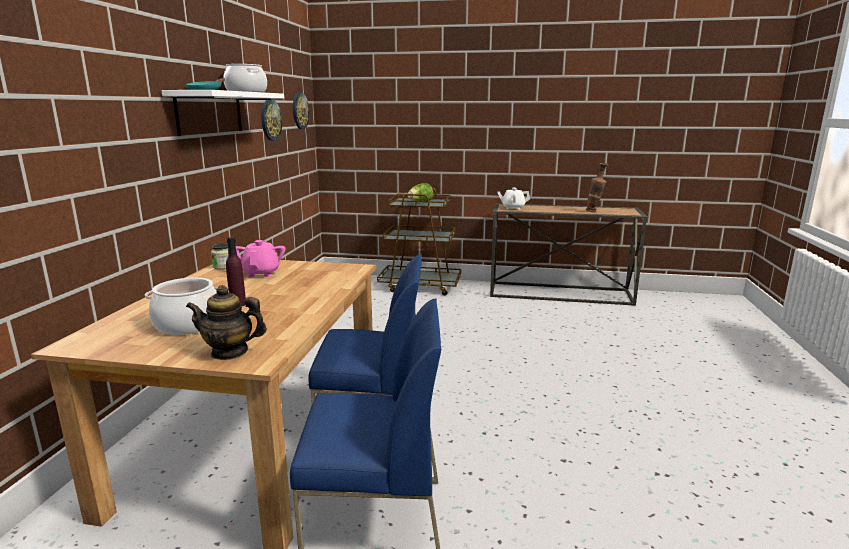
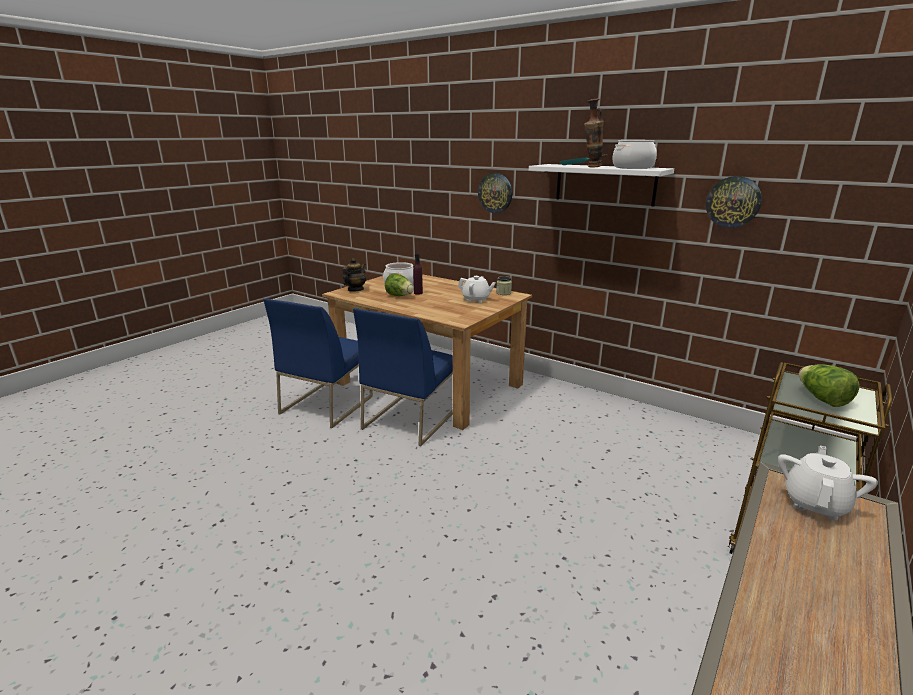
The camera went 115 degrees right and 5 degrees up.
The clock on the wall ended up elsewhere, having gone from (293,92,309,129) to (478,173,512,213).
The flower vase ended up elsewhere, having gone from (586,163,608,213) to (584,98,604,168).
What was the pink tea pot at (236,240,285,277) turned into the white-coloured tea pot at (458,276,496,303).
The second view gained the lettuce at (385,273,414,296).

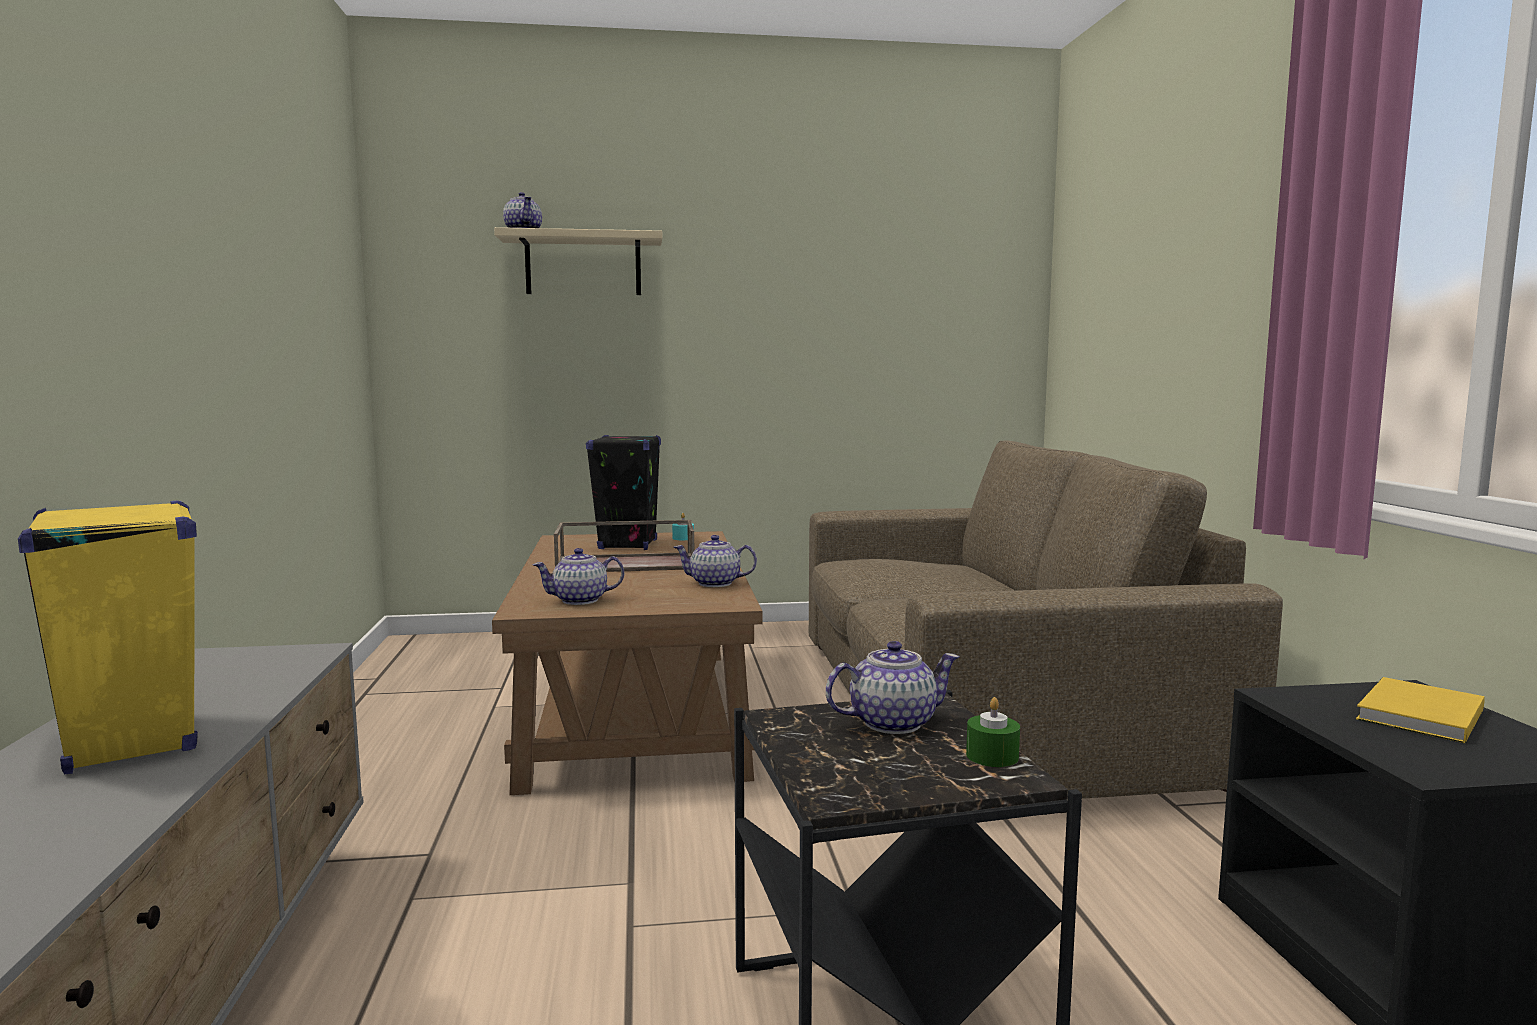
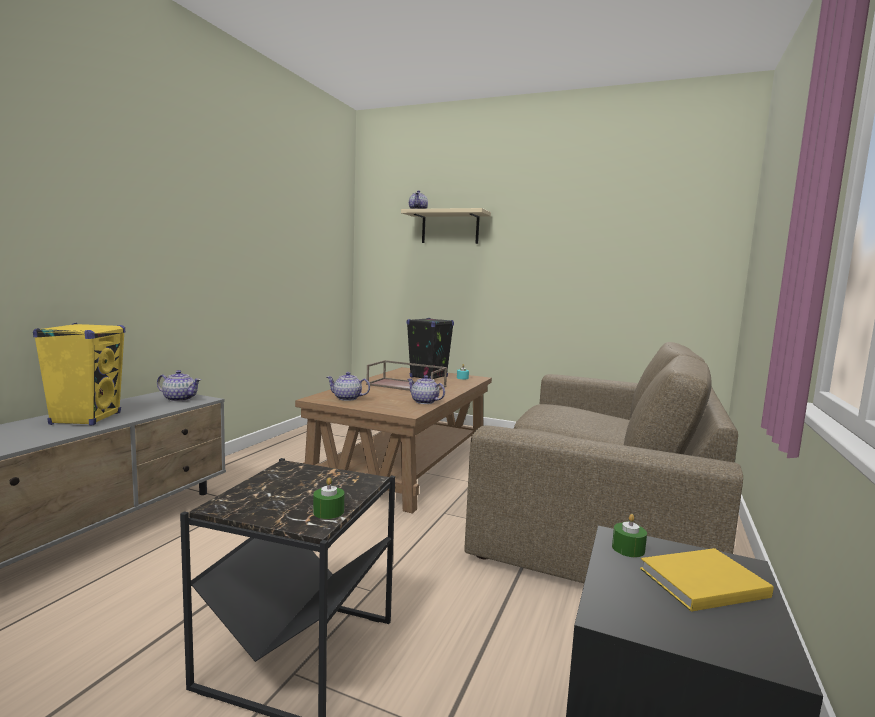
The camera went 30 degrees right and 0 degrees up.
The tea pot ended up elsewhere, having gone from (826,641,960,734) to (157,370,201,402).
The second view gained the greenish wax light at (612,514,647,557).

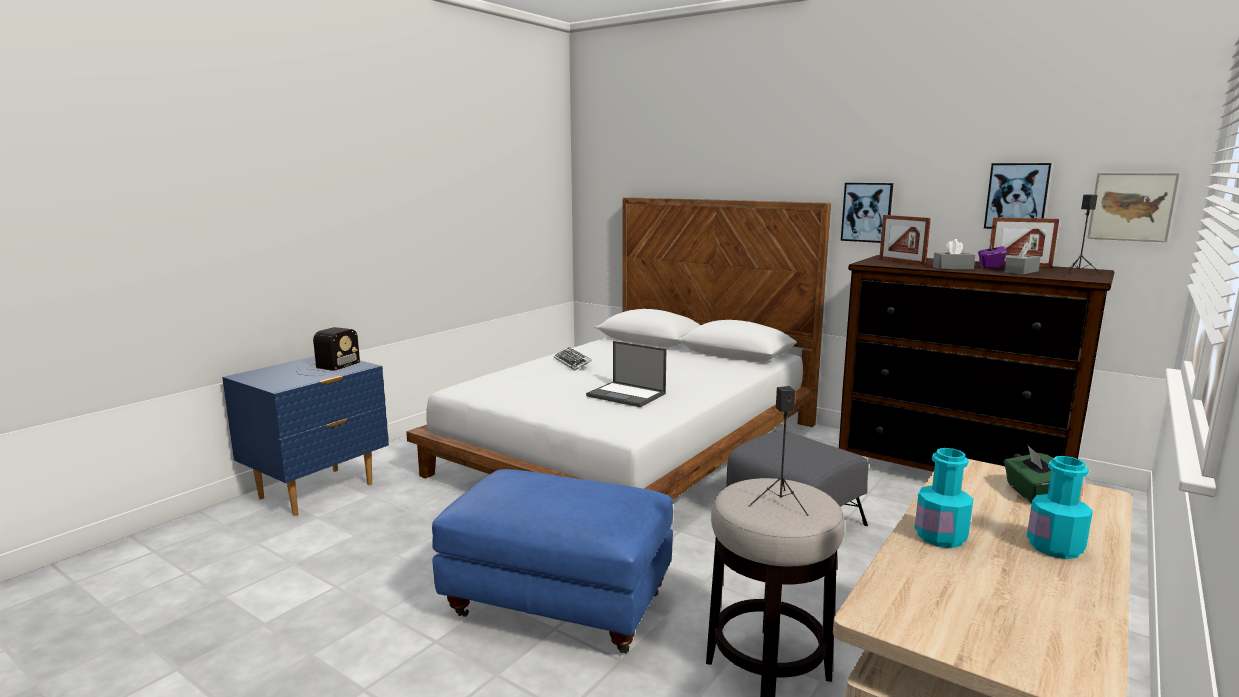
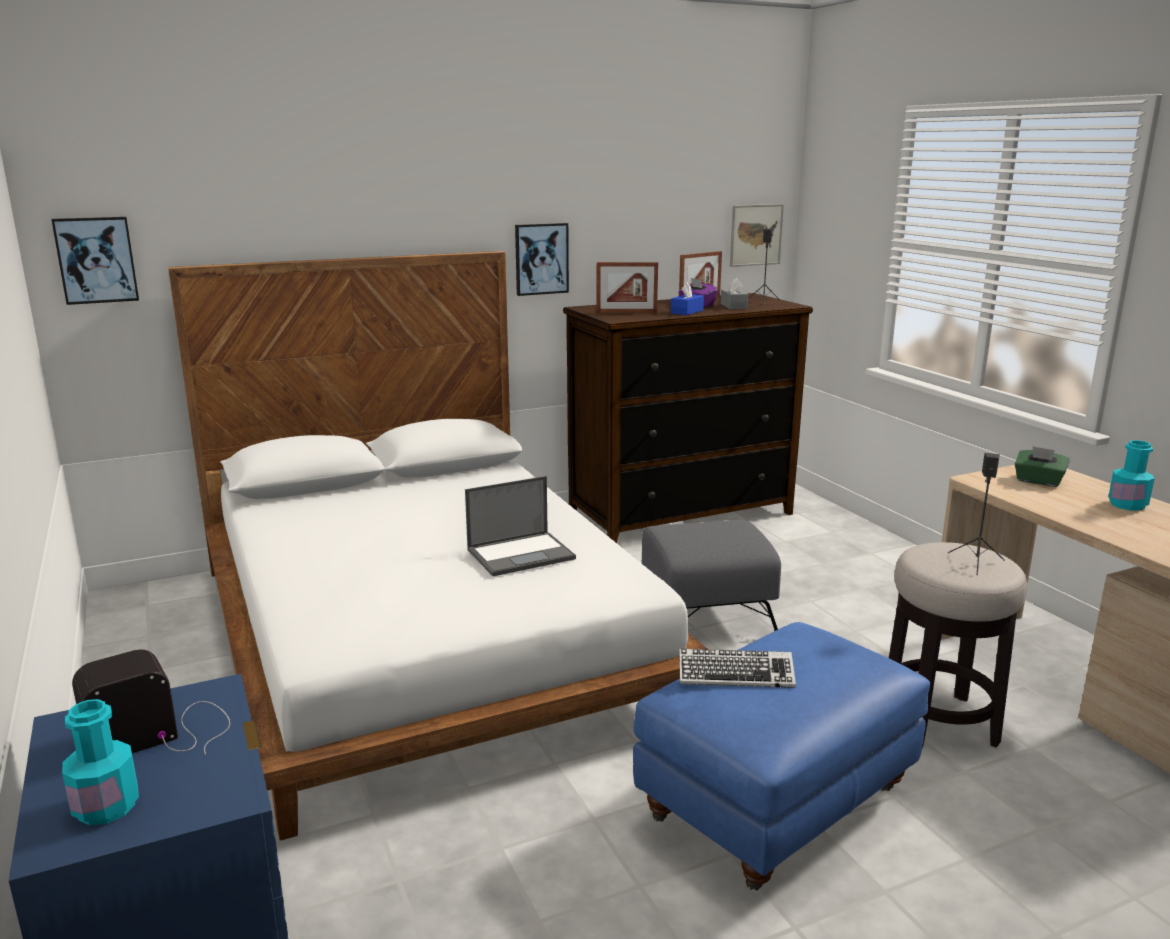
The camera went 60 degrees left and 5 degrees up.
The wall art ended up elsewhere, having gone from (984,163,1052,229) to (51,217,139,305).
What was the gray box of tissues at (933,239,975,270) turned into the blue-coloured box of tissues at (671,282,704,315).
The radio set at (296,327,360,376) ended up facing another way, 90 degrees counterclockwise from before.
The computer keyboard ended up elsewhere, having gone from (554,347,592,370) to (679,649,796,688).
The turquoise beverage bottle ended up elsewhere, having gone from (915,448,973,548) to (62,699,139,825).

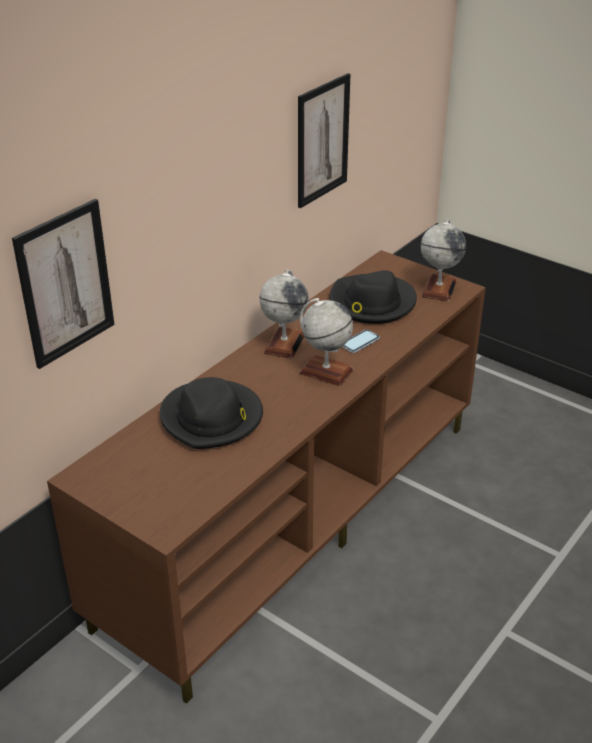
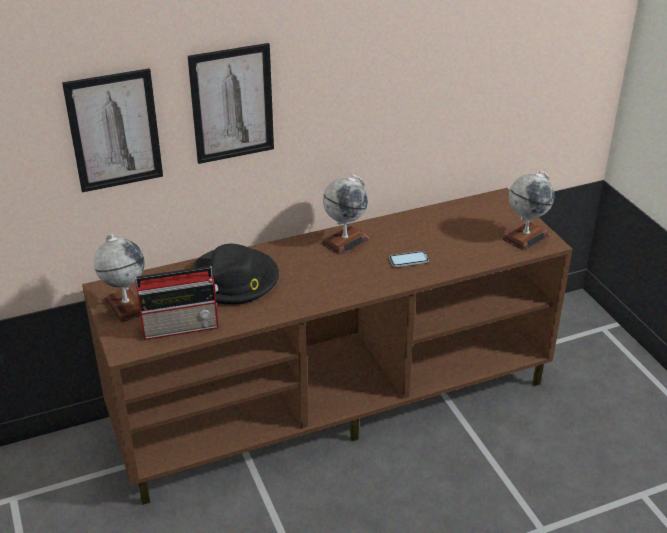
The camera went 30 degrees right and 0 degrees up.
The wall art ended up elsewhere, having gone from (298,73,350,208) to (188,43,274,164).
The second view lost the blackish wearable hat at (329,270,417,324).
The globe ended up elsewhere, having gone from (299,298,354,386) to (94,234,145,323).
The second view gained the radio set at (135,266,219,340).

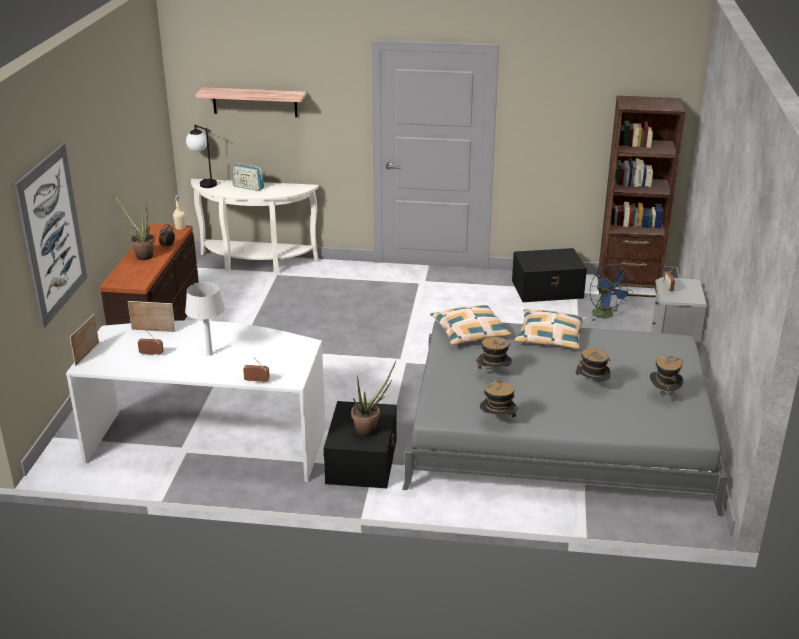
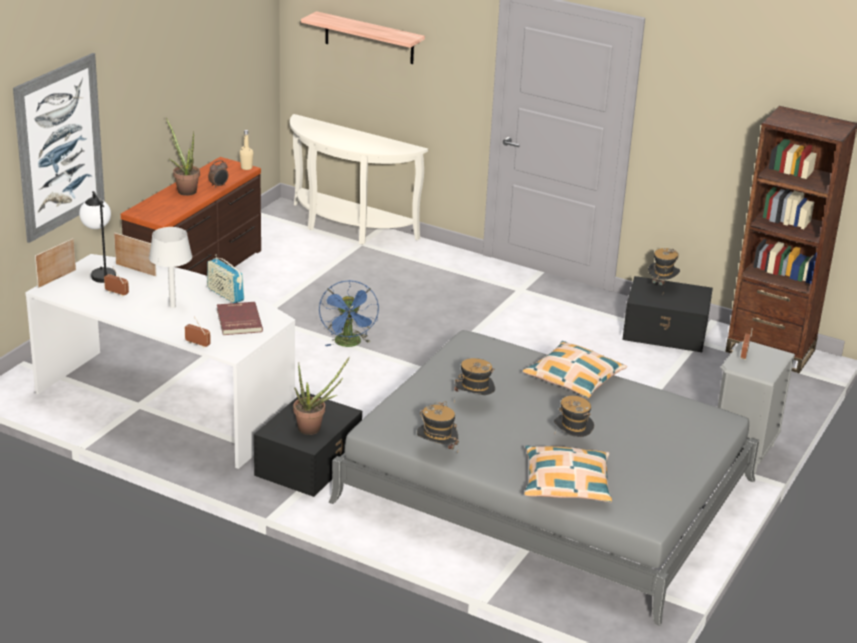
The camera went 20 degrees right and 0 degrees up.
The table lamp ended up elsewhere, having gone from (186,125,217,188) to (79,191,116,283).
The radio set ended up elsewhere, having gone from (233,161,264,191) to (207,255,244,303).
The blue-coloured fan ended up elsewhere, having gone from (590,264,632,321) to (319,280,379,347).
The cushion ended up elsewhere, having gone from (430,305,511,345) to (524,446,612,503).
The wearable hat ended up elsewhere, having gone from (650,356,683,404) to (648,248,680,286).
The second view gained the red bound book at (217,302,263,335).

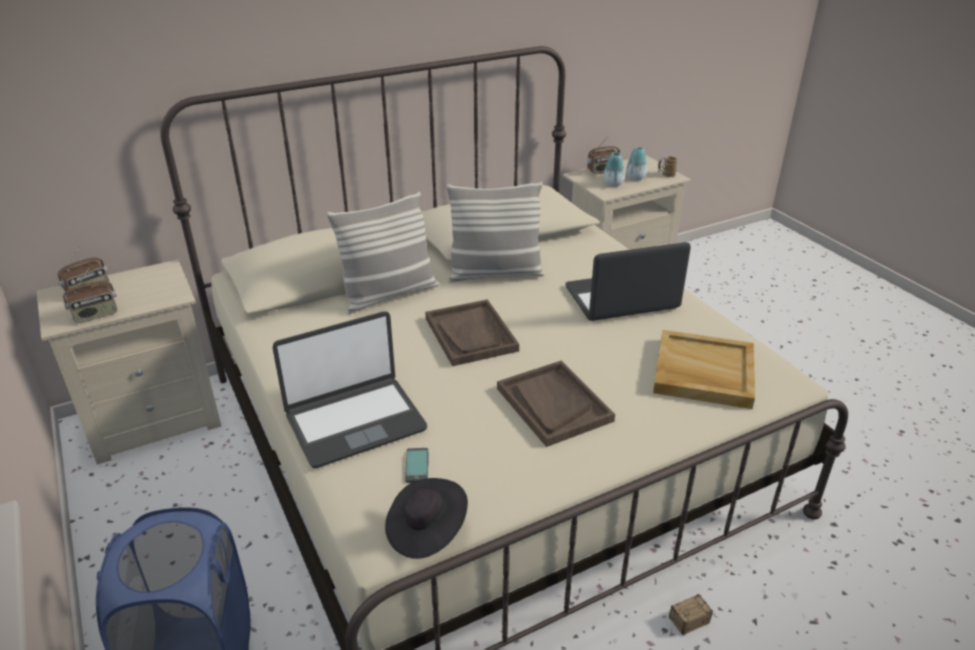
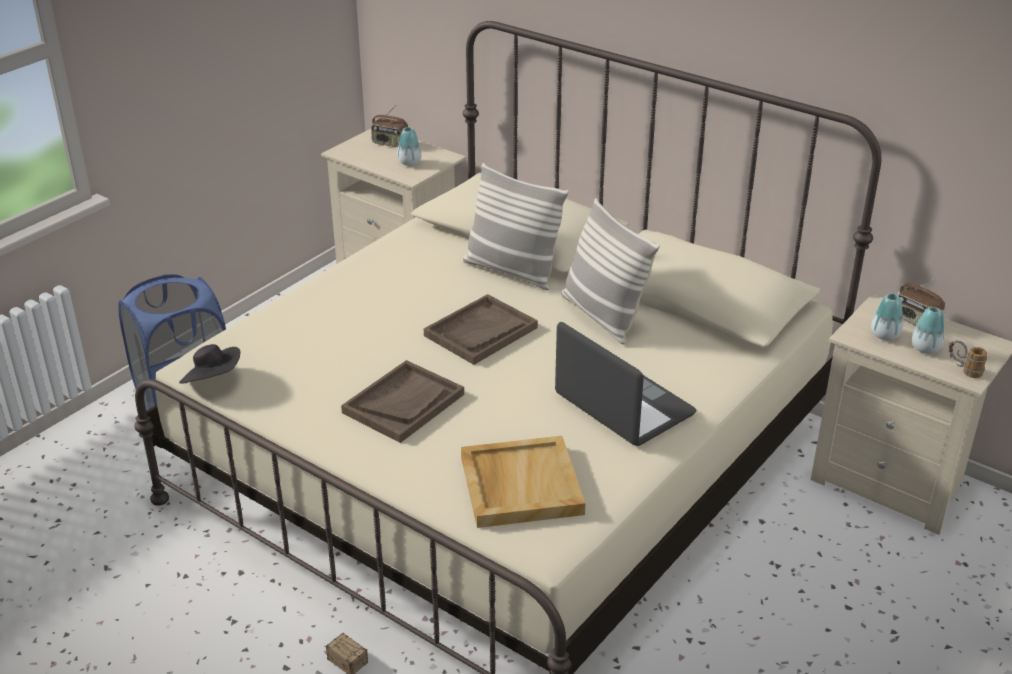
The camera went 65 degrees right and 0 degrees up.
The second view lost the radio set at (63,268,117,323).
The second view lost the laptop at (273,311,427,468).
The second view lost the phone at (405,448,429,483).
The second view gained the flower vase at (397,127,422,166).

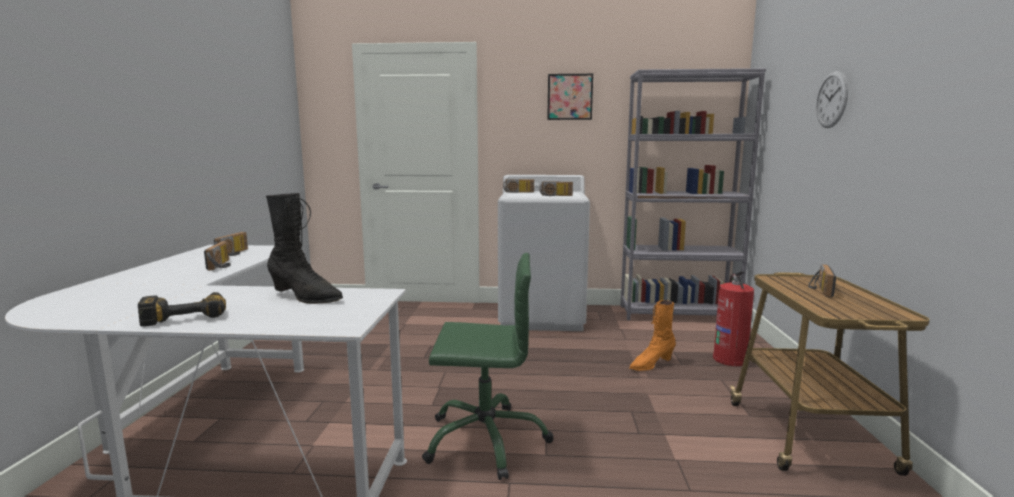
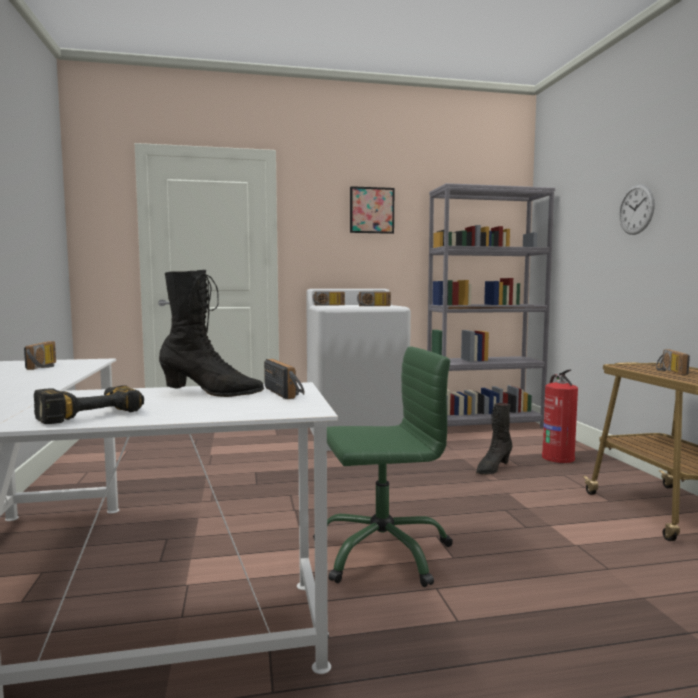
The camera went 15 degrees left and 5 degrees down.
The radio set ended up elsewhere, having gone from (204,241,231,270) to (264,359,304,399).
What was the orange-coloured high-top boot at (629,300,676,371) turned into the blackish high-top boot at (476,403,512,475).

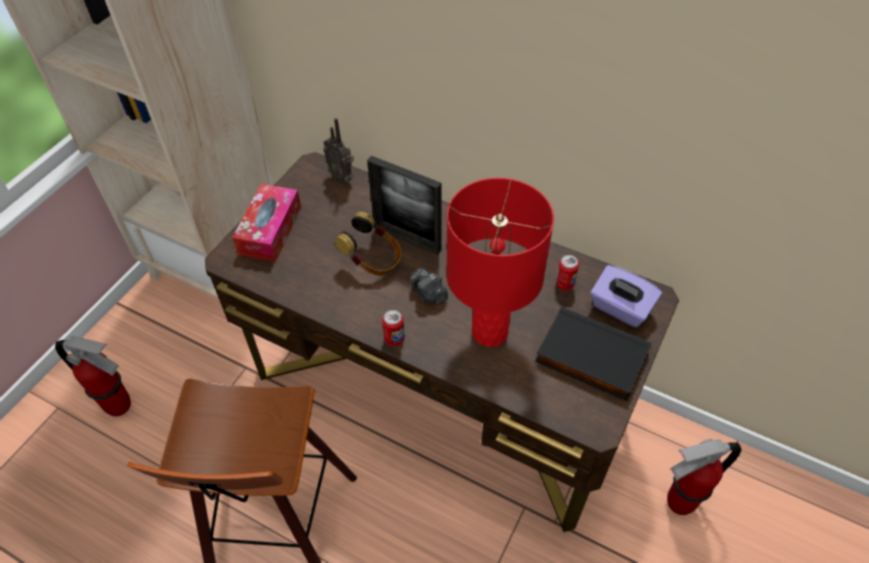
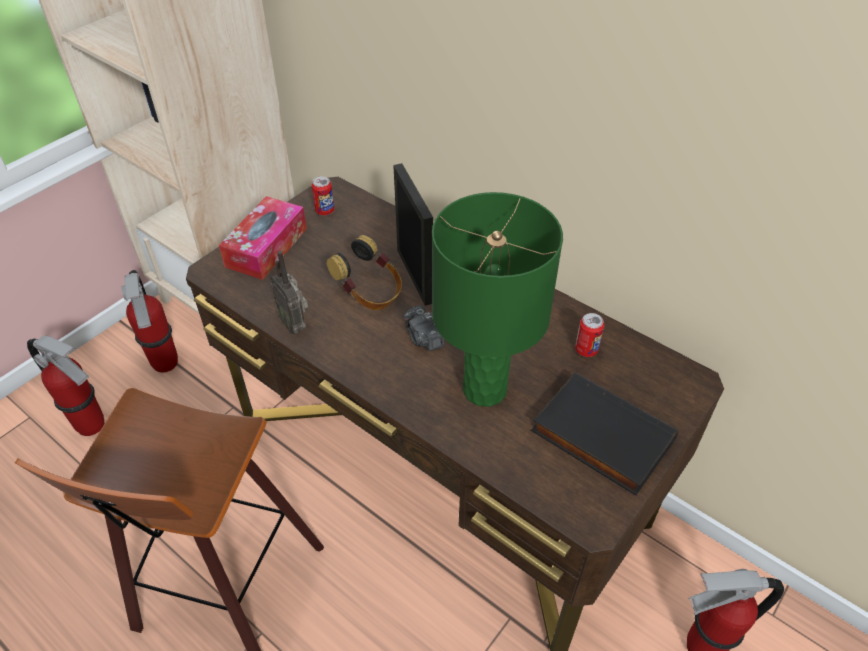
The camera went 10 degrees right and 5 degrees down.
The radio set ended up elsewhere, having gone from (323,118,354,184) to (270,251,308,334).
The photo frame at (367,156,442,255) ended up facing another way, 150 degrees counterclockwise from before.
What was the red table lamp at (446,178,554,347) turned into the greenish table lamp at (432,192,563,407).
The second view lost the purple-coloured box of tissues at (590,265,662,327).
The can ended up elsewhere, having gone from (382,310,405,346) to (312,177,334,215).
The second view gained the extinguisher at (121,270,178,373).

